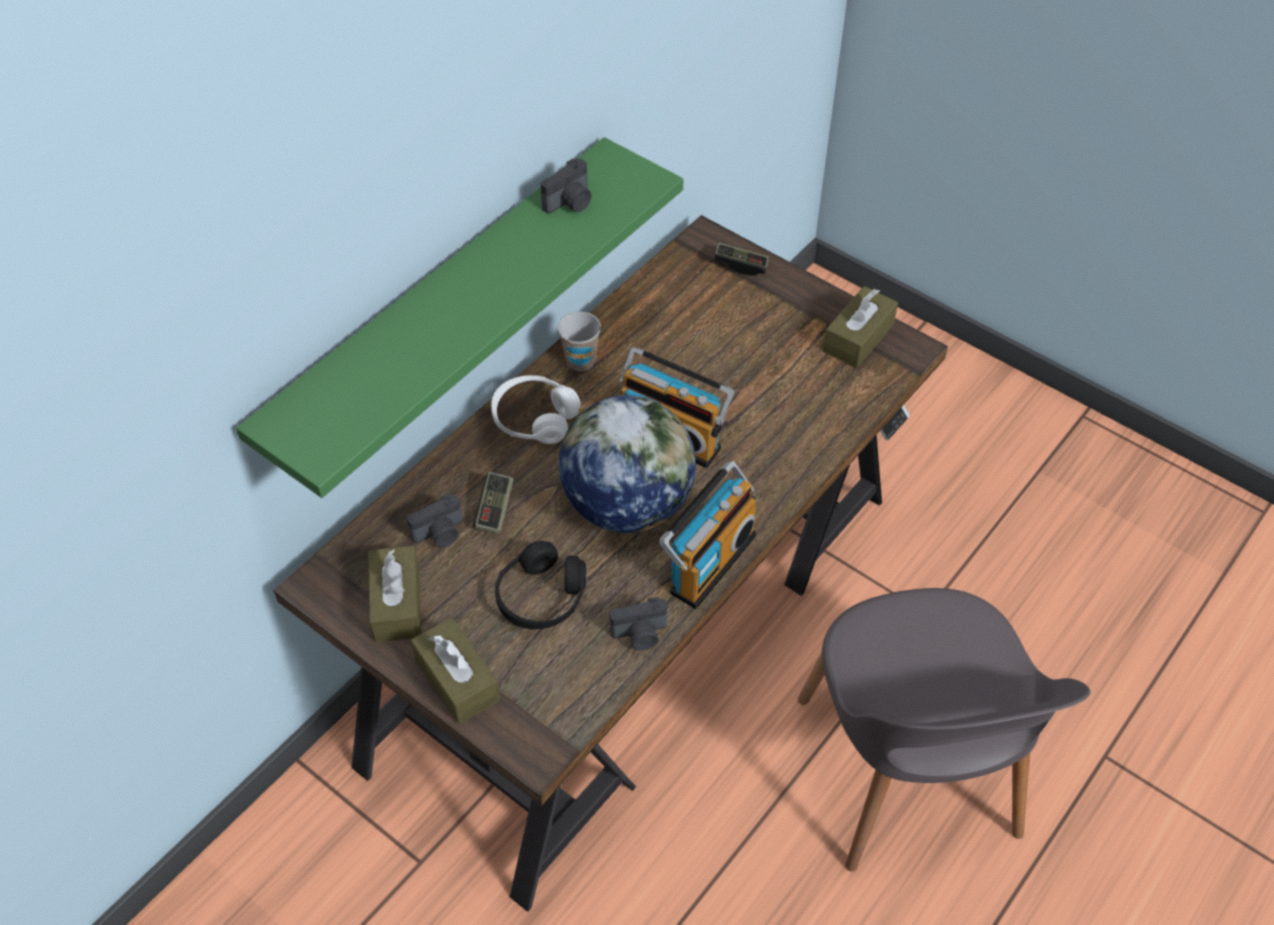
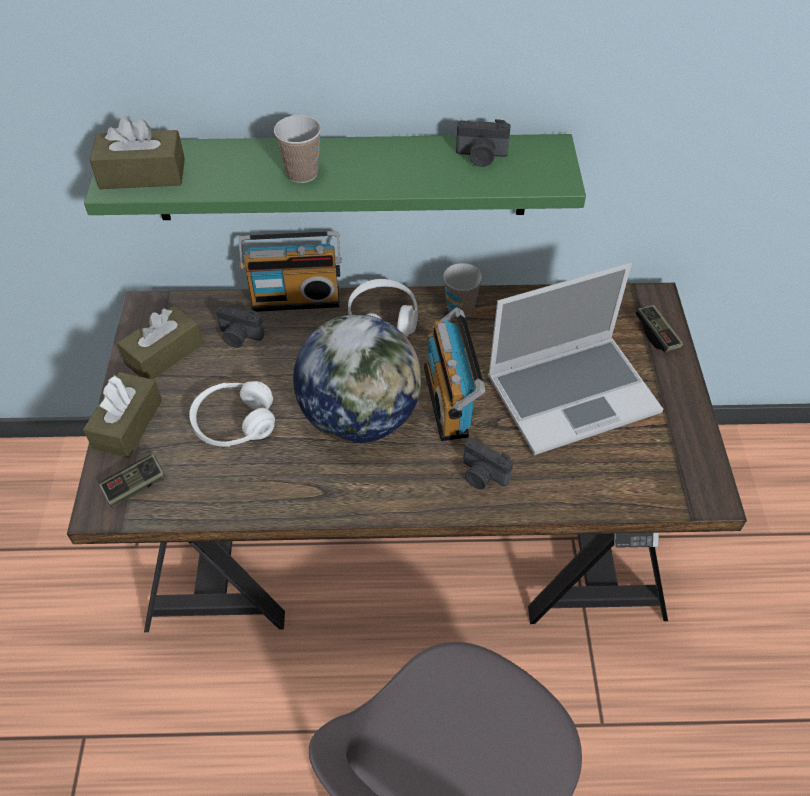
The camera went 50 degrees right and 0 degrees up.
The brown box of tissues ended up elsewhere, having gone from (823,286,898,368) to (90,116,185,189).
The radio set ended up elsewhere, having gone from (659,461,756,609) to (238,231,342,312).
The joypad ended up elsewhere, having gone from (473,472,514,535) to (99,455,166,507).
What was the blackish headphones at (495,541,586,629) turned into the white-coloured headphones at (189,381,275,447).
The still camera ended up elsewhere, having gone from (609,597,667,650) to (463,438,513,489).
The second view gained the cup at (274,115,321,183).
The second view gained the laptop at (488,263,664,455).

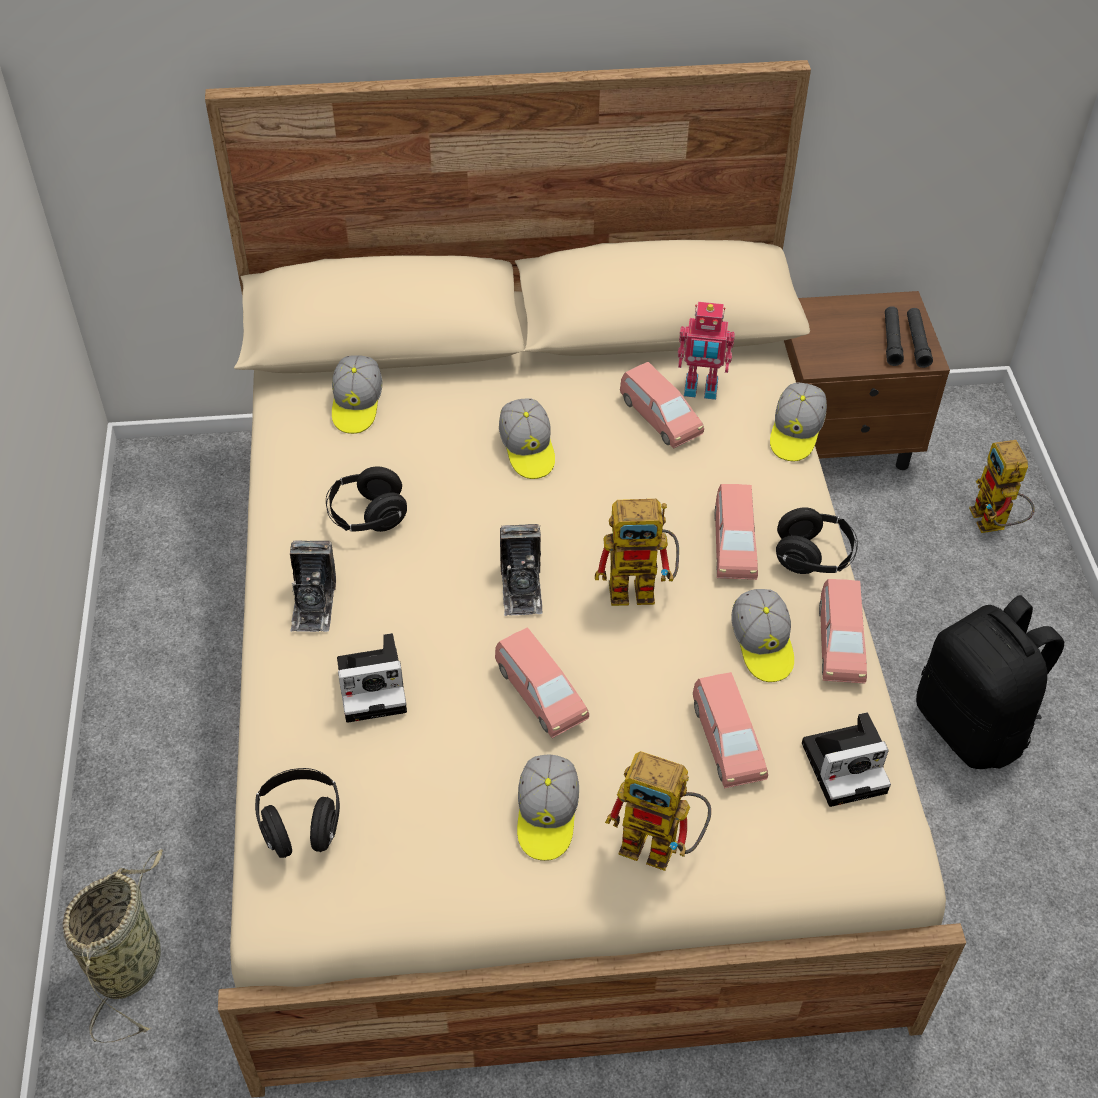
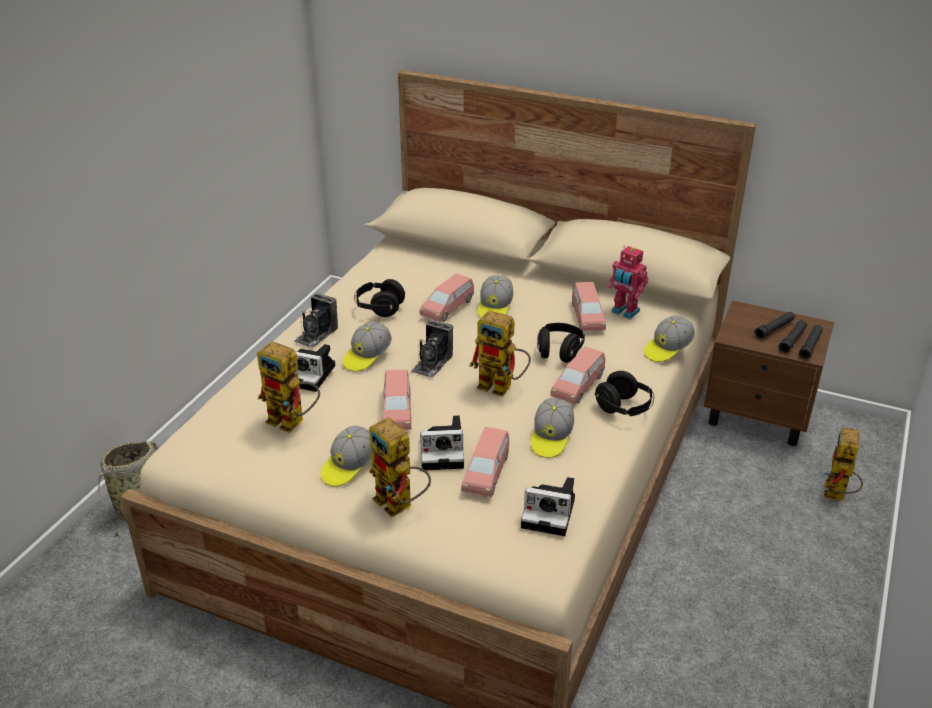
The camera went 30 degrees right and 15 degrees down.
The baseball cap ended up elsewhere, having gone from (332,355,383,434) to (343,321,392,372).
The pink model car ended up elsewhere, having gone from (819,579,867,683) to (420,274,474,322).
The second view lost the blackish rucksack at (916,595,1064,769).
The blackish headphones ended up elsewhere, having gone from (255,768,340,858) to (537,323,585,363).
The second view gained the blackish torch at (755,312,795,339).
The second view gained the model robot at (257,341,320,433).
The second view gained the still camera at (420,415,464,470).

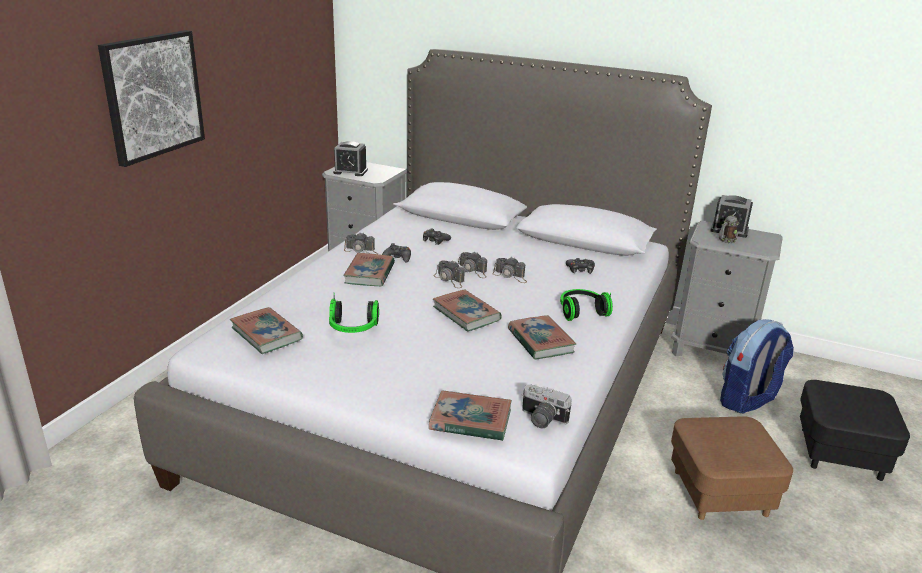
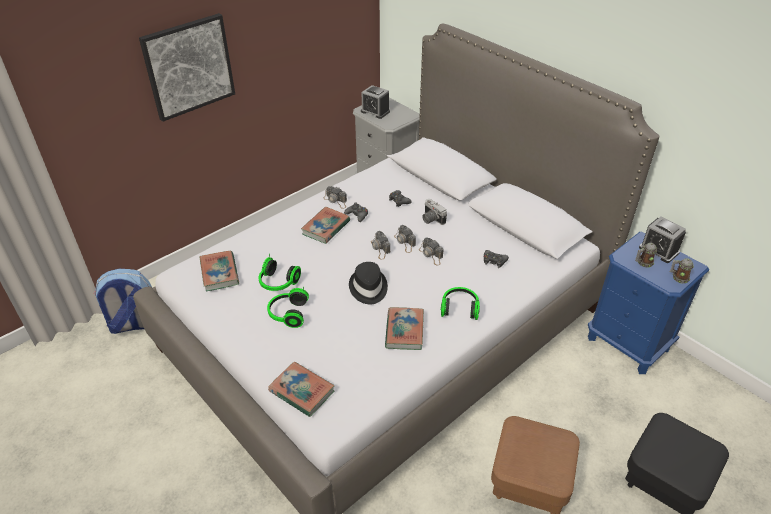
The camera went 25 degrees right and 15 degrees up.
What was the gray bedside table at (672,221,783,357) turned into the blue-coloured bedside table at (588,231,709,374).
Where the bound book stood at (433,290,501,332), the blackish wearable hat came to stand at (349,262,388,304).
The rucksack ended up elsewhere, having gone from (720,319,794,413) to (93,269,152,334).
The still camera ended up elsewhere, having gone from (521,384,572,428) to (422,199,447,225).
The second view gained the coffee mug at (670,258,694,284).
The second view gained the headphones at (267,286,309,328).

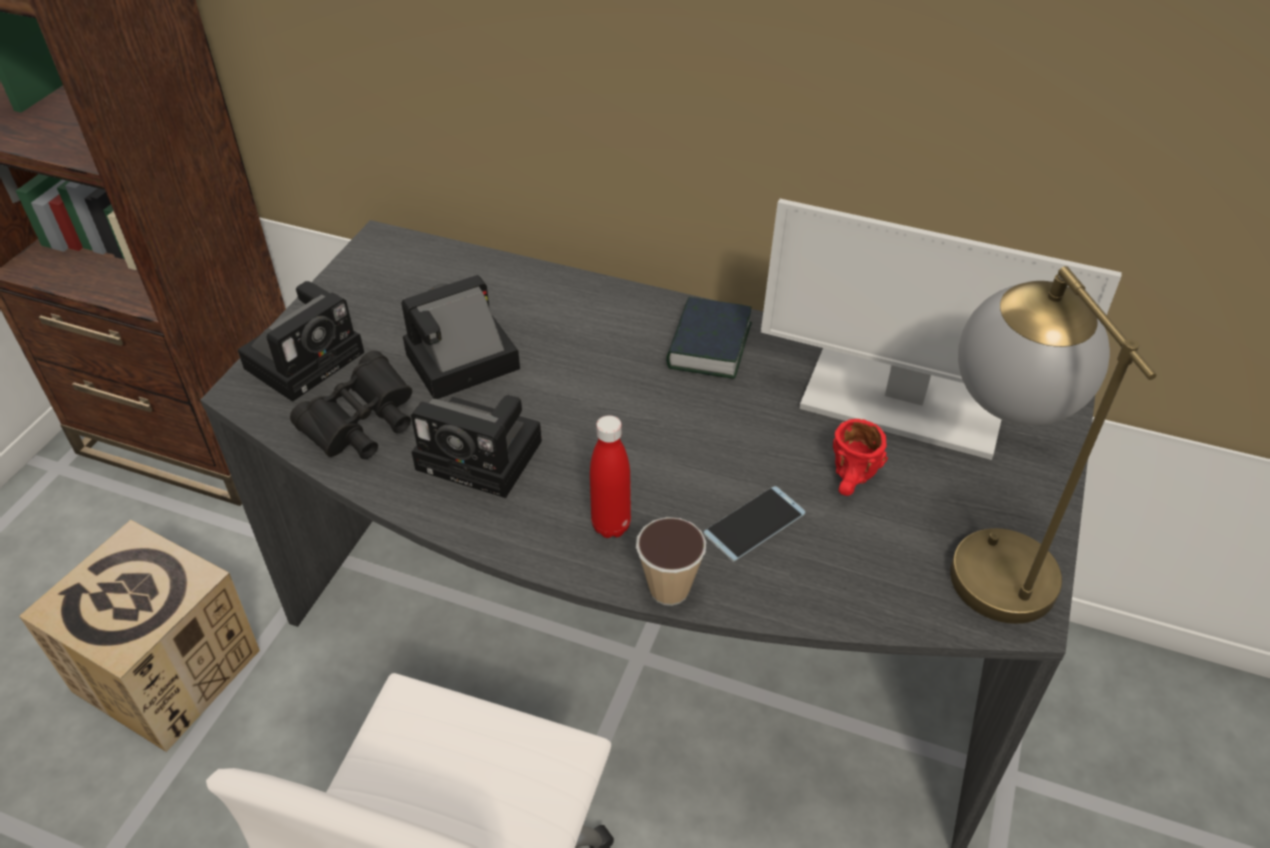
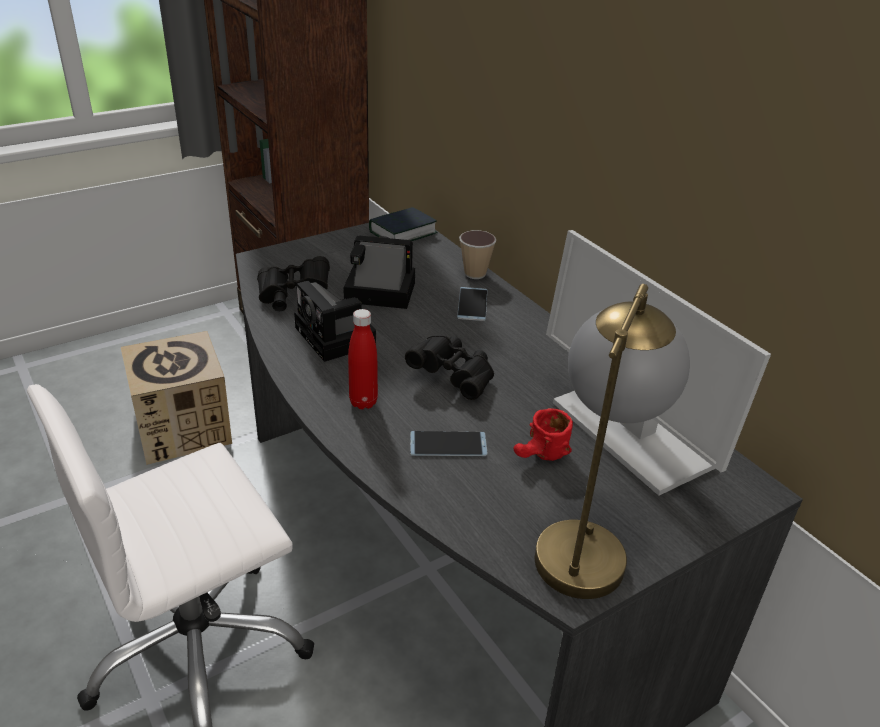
The camera went 35 degrees right and 10 degrees down.
The second view lost the still camera at (238,281,364,402).
The bound book ended up elsewhere, having gone from (666,297,752,379) to (369,207,438,241).
The cup ended up elsewhere, having gone from (636,517,706,606) to (459,230,496,279).
The second view gained the phone at (457,287,487,321).
The second view gained the blackish field glasses at (405,335,494,400).

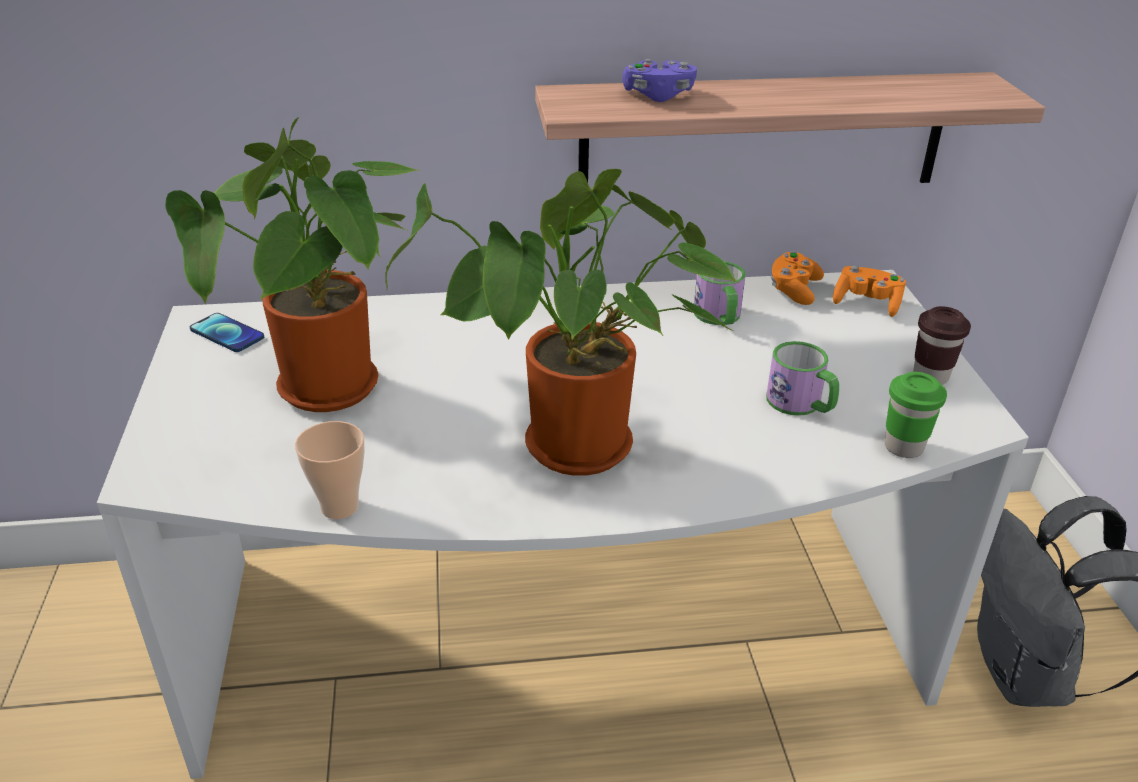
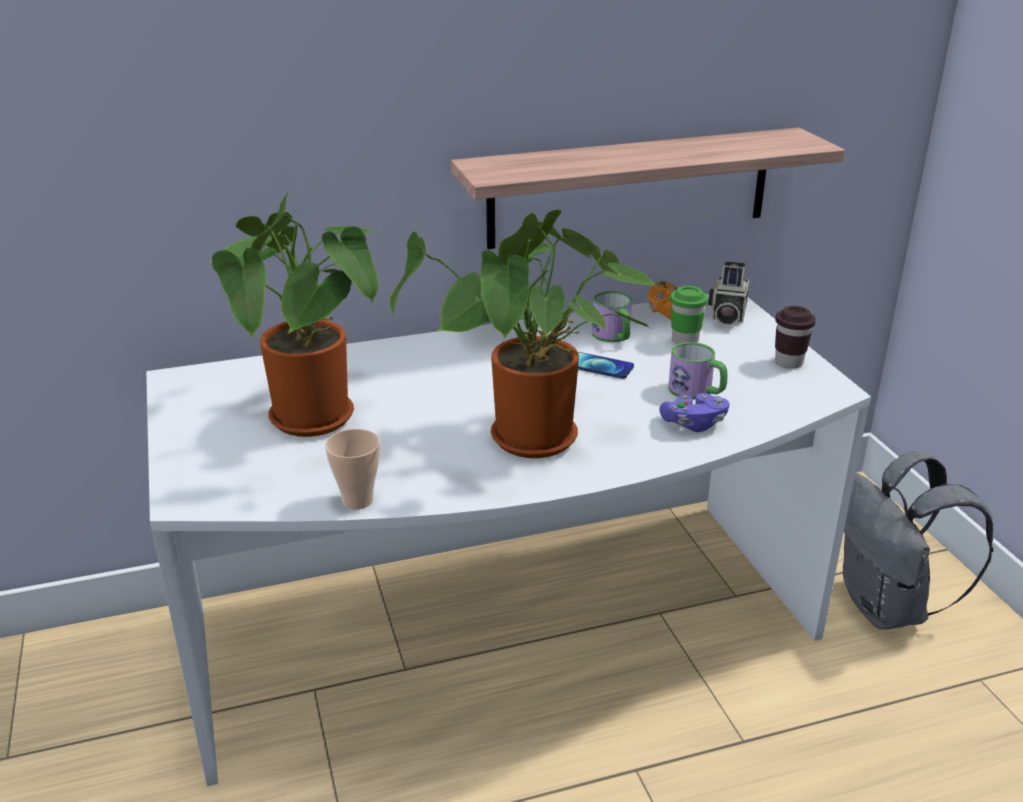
The camera went 10 degrees left and 5 degrees down.
The purple-coloured joypad ended up elsewhere, having gone from (622,59,697,102) to (659,393,729,432).
Where the orange-coloured joypad stood at (833,265,906,317), the still camera came to stand at (708,262,749,326).
The phone ended up elsewhere, having gone from (190,313,264,352) to (578,352,634,379).
The greenish cup ended up elsewhere, having gone from (885,372,947,458) to (670,286,708,344).

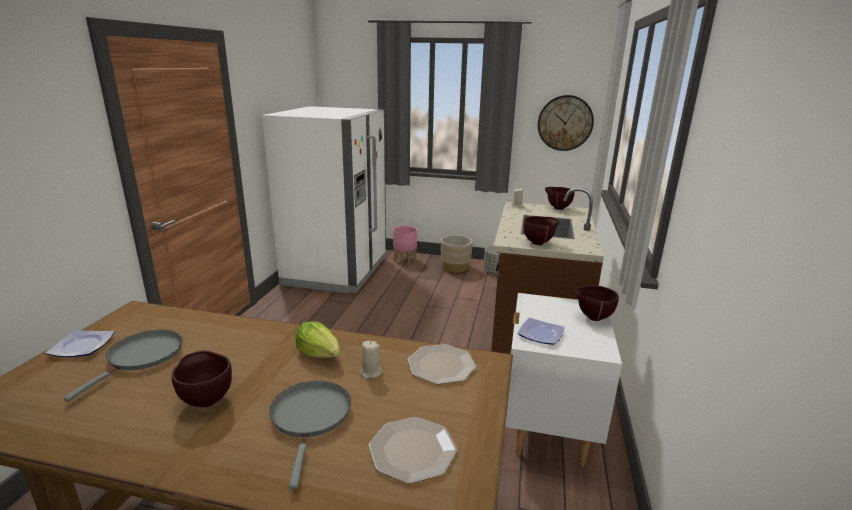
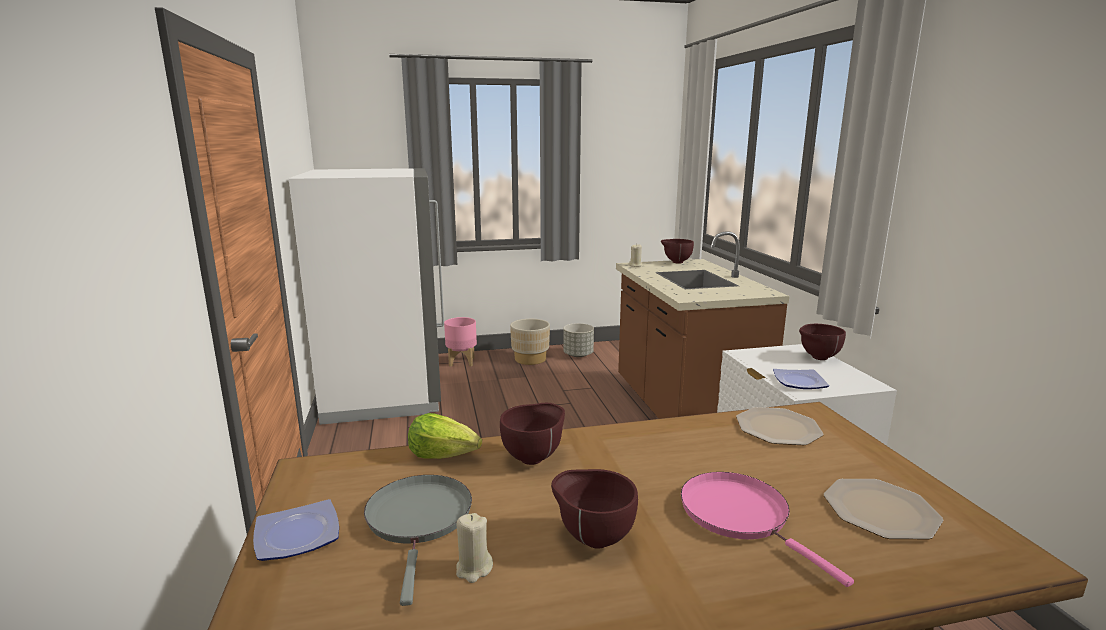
The camera went 25 degrees left and 5 degrees down.
The second view lost the clock on the wall at (538,95,594,151).
The brown deep dish ended up elsewhere, having gone from (523,216,559,245) to (500,403,565,465).
The lettuce ended up elsewhere, having gone from (296,321,340,358) to (408,413,482,459).
The beige-coloured wax light ended up elsewhere, having gone from (360,341,382,379) to (456,513,493,583).
What was the gray skillet at (269,381,351,489) turned into the pink skillet at (681,472,854,587).

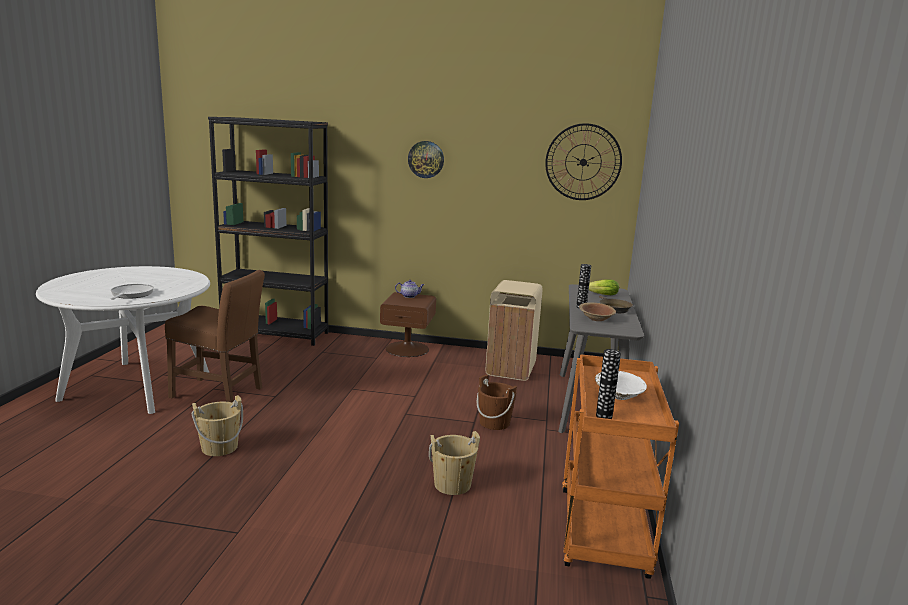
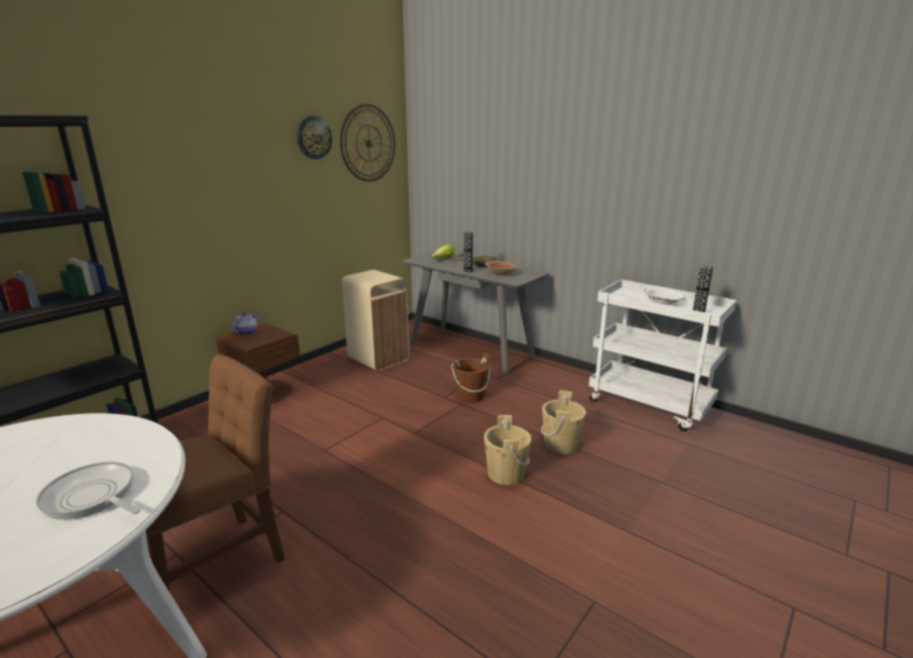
The camera went 60 degrees left and 5 degrees up.
The clock on the wall ended up elsewhere, having gone from (408,141,444,178) to (297,116,332,159).
What was the orange-coloured trolley at (562,354,679,579) turned into the white-coloured trolley at (589,279,737,431).
The beige-coloured water bucket ended up elsewhere, having gone from (192,395,243,456) to (484,415,531,485).

